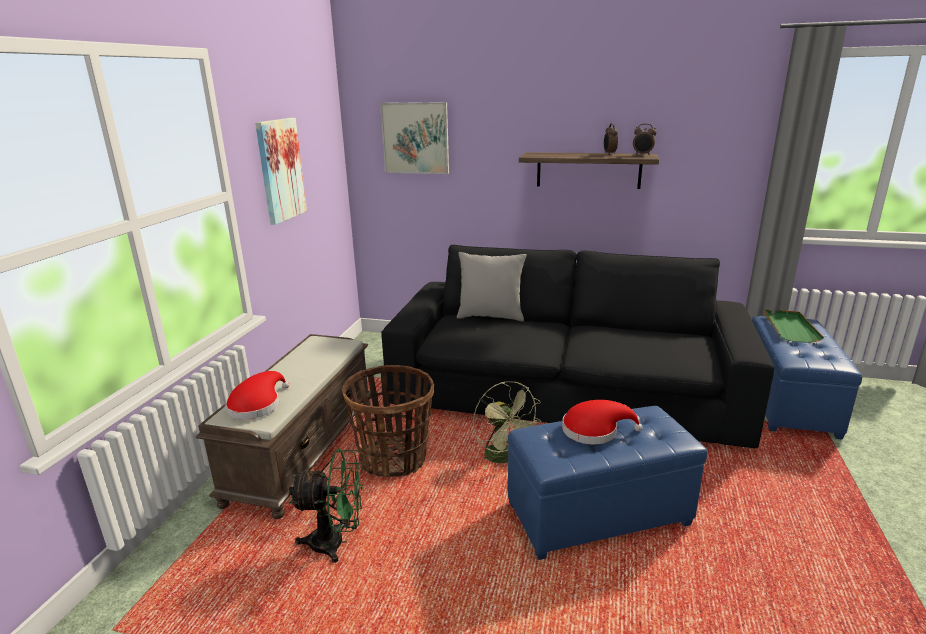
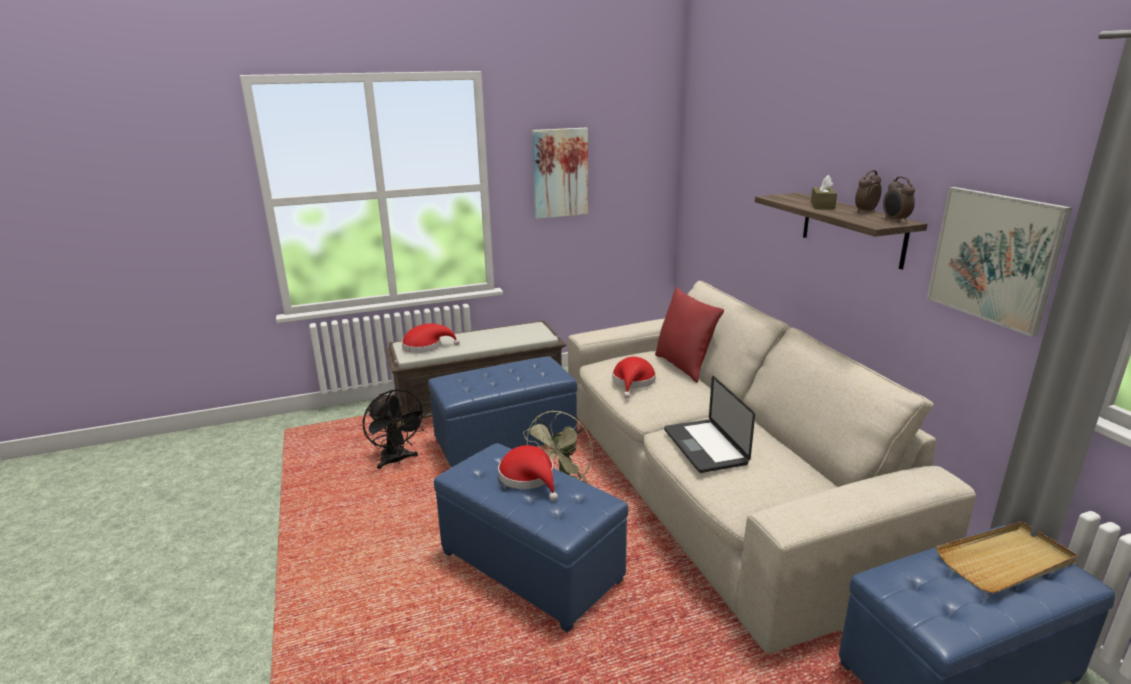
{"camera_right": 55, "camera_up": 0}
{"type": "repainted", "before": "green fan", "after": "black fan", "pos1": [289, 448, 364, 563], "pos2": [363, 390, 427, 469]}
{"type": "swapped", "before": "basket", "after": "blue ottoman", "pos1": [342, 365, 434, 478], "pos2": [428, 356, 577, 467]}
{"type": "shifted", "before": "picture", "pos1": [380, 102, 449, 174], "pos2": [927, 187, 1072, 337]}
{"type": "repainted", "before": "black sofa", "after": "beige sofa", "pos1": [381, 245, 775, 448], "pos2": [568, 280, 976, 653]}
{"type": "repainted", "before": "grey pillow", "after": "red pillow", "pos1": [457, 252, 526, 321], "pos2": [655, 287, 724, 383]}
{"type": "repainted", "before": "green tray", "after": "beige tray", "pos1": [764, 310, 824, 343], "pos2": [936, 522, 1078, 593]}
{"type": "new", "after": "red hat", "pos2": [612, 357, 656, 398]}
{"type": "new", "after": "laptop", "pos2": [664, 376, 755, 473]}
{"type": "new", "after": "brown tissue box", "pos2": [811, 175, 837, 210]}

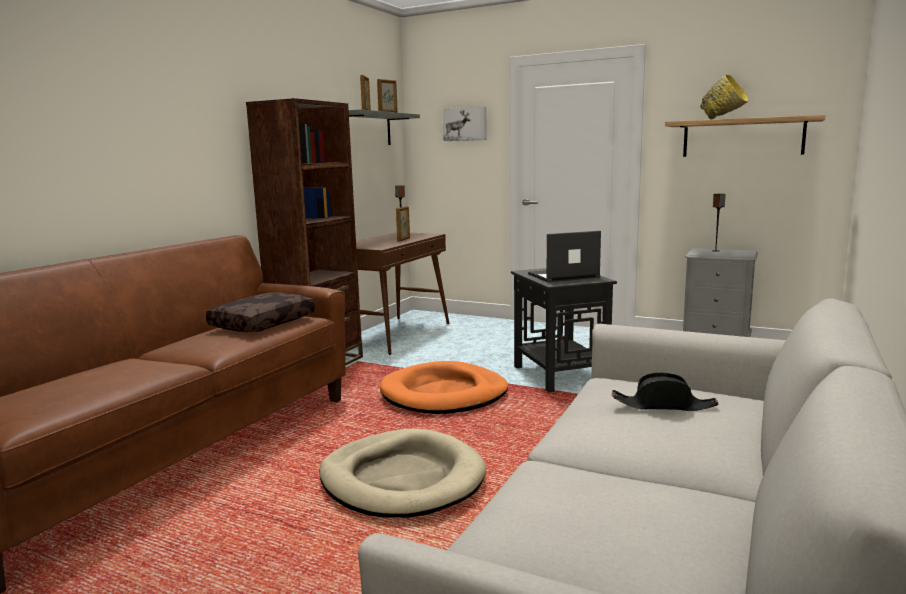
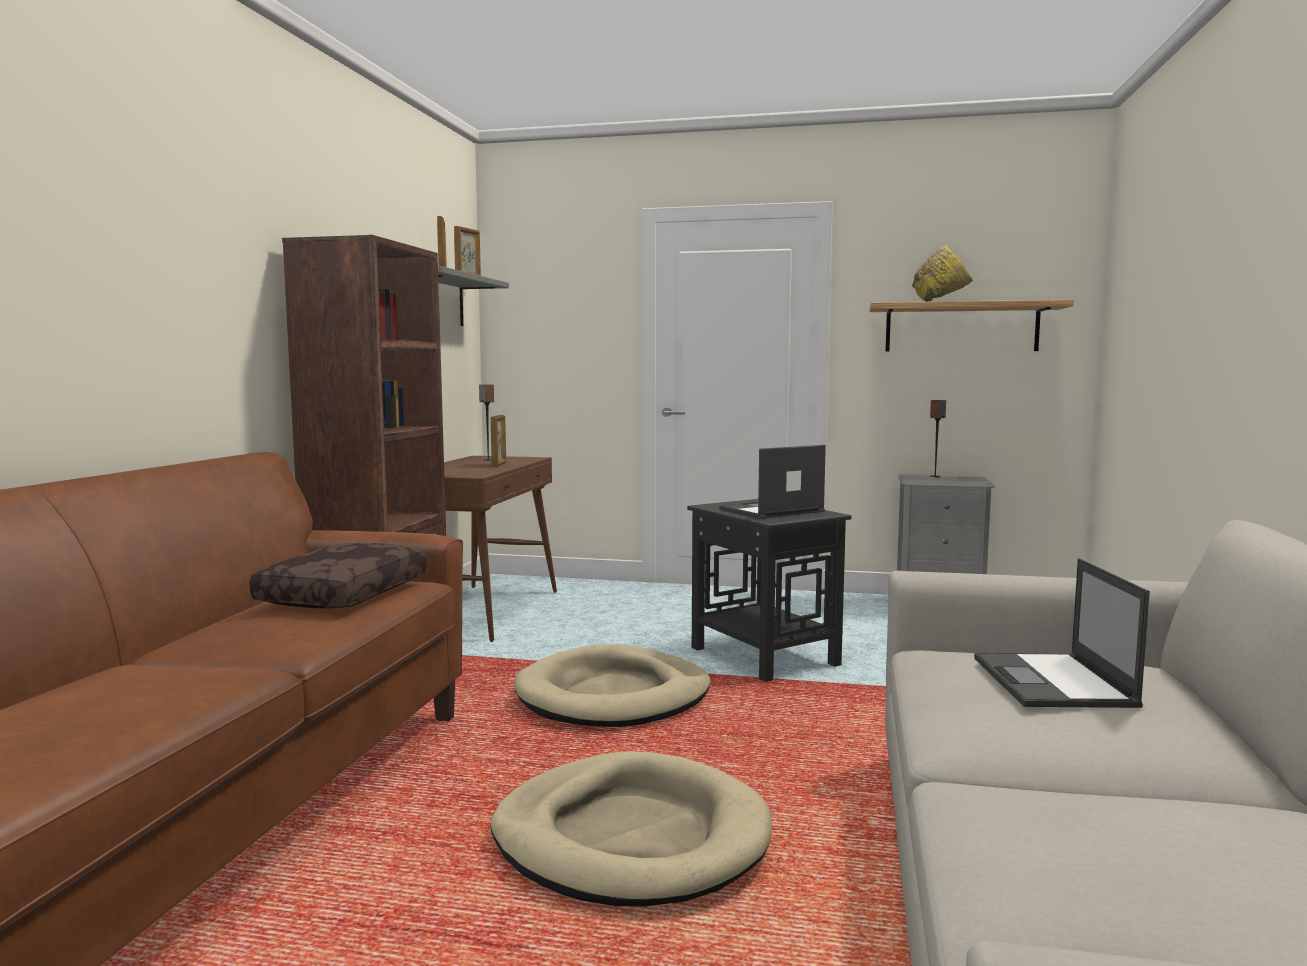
{"camera_right": -15, "camera_up": -5}
{"type": "repainted", "before": "orange dog bed", "after": "beige dog bed", "pos1": [380, 361, 508, 414], "pos2": [514, 644, 711, 727]}
{"type": "gone", "before": "picture", "pos1": [443, 107, 487, 141]}
{"type": "swapped", "before": "black hat", "after": "laptop", "pos1": [612, 373, 719, 411], "pos2": [974, 558, 1150, 708]}

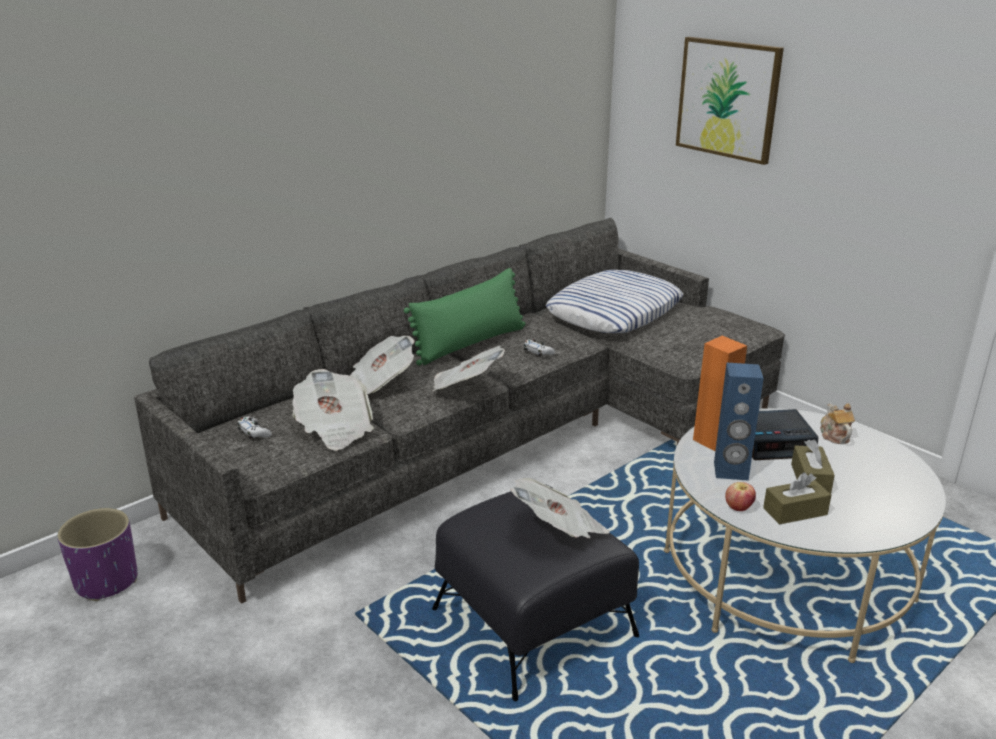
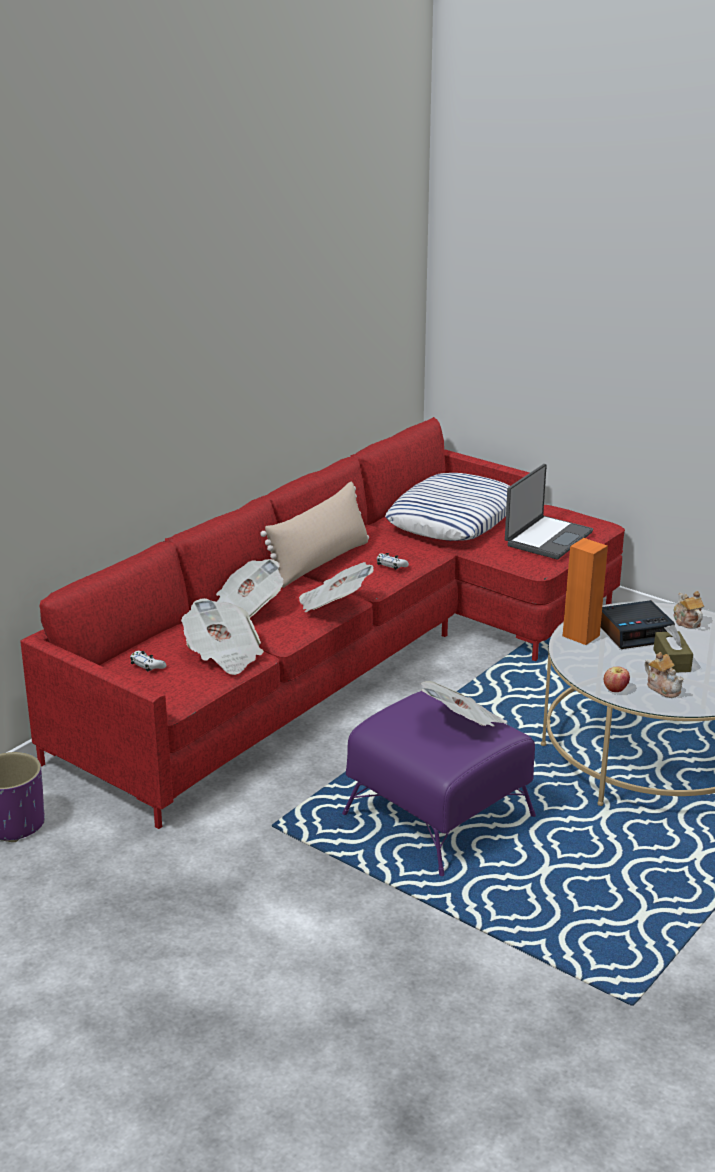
{"camera_right": -10, "camera_up": 0}
{"type": "repainted", "before": "grey sofa", "after": "red sofa", "pos1": [134, 217, 785, 604], "pos2": [20, 417, 625, 829]}
{"type": "repainted", "before": "green pillow", "after": "beige pillow", "pos1": [404, 268, 525, 365], "pos2": [260, 482, 369, 588]}
{"type": "repainted", "before": "black ottoman", "after": "purple ottoman", "pos1": [432, 484, 639, 701], "pos2": [342, 691, 536, 876]}
{"type": "gone", "before": "picture", "pos1": [676, 37, 784, 165]}
{"type": "gone", "before": "blue speaker", "pos1": [714, 363, 764, 481]}
{"type": "swapped", "before": "brown tissue box", "after": "teapot", "pos1": [763, 472, 831, 524], "pos2": [644, 652, 684, 698]}
{"type": "new", "after": "laptop", "pos2": [505, 464, 593, 559]}

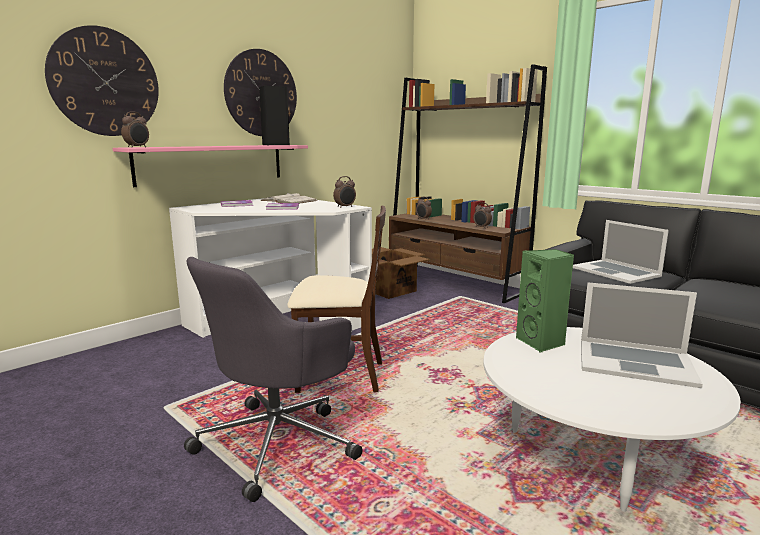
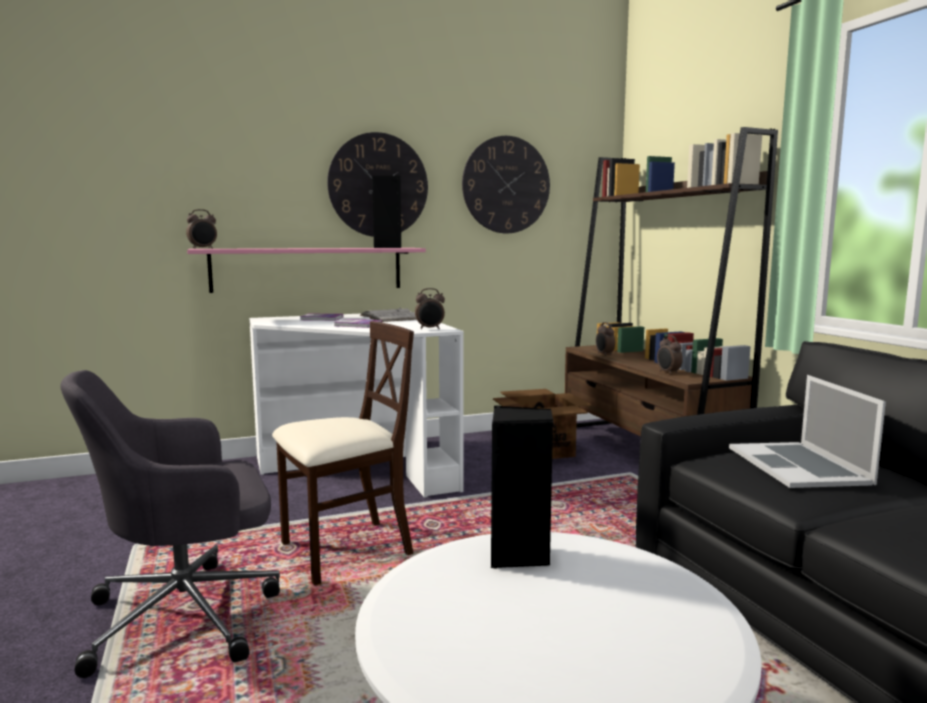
{"camera_right": 25, "camera_up": -5}
{"type": "shifted", "before": "wall clock", "pos1": [45, 25, 159, 136], "pos2": [462, 136, 550, 233]}
{"type": "rotated", "before": "beige chair", "pos1": [288, 205, 386, 393], "pos2": [272, 321, 414, 585], "turn": -60}
{"type": "repainted", "before": "green speaker", "after": "black speaker", "pos1": [516, 249, 574, 352], "pos2": [491, 405, 554, 569]}
{"type": "gone", "before": "laptop", "pos1": [581, 282, 703, 388]}

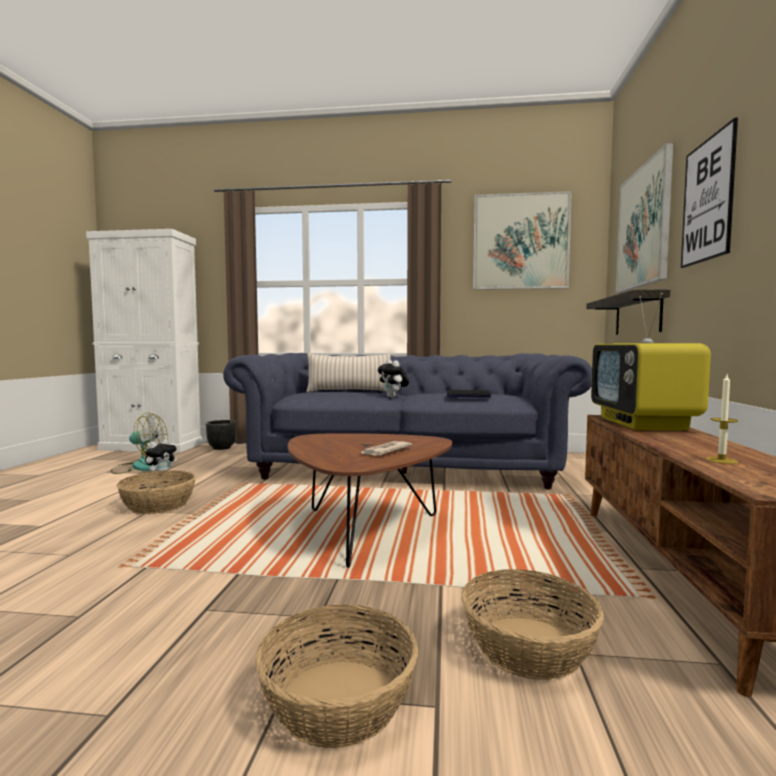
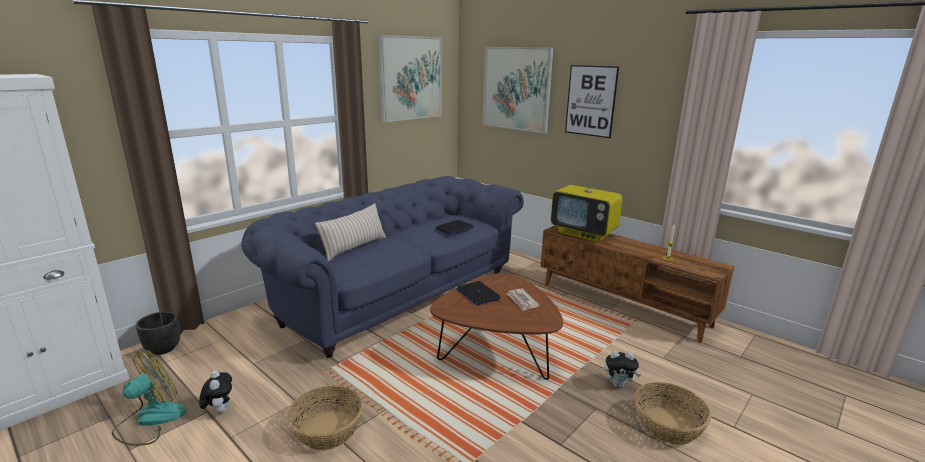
{"camera_right": -55, "camera_up": 15}
{"type": "shifted", "before": "plush toy", "pos1": [378, 360, 409, 398], "pos2": [604, 351, 641, 388]}
{"type": "gone", "before": "basket", "pos1": [461, 569, 604, 680]}
{"type": "gone", "before": "shelf", "pos1": [586, 289, 670, 335]}
{"type": "new", "after": "laptop", "pos2": [456, 281, 501, 306]}

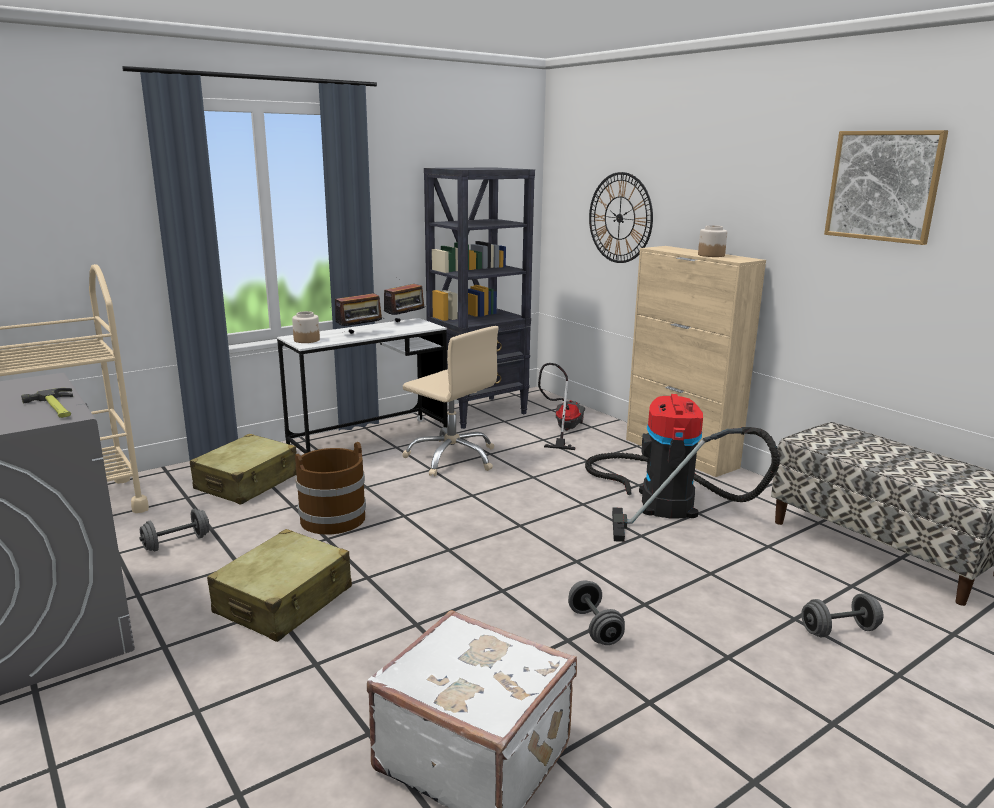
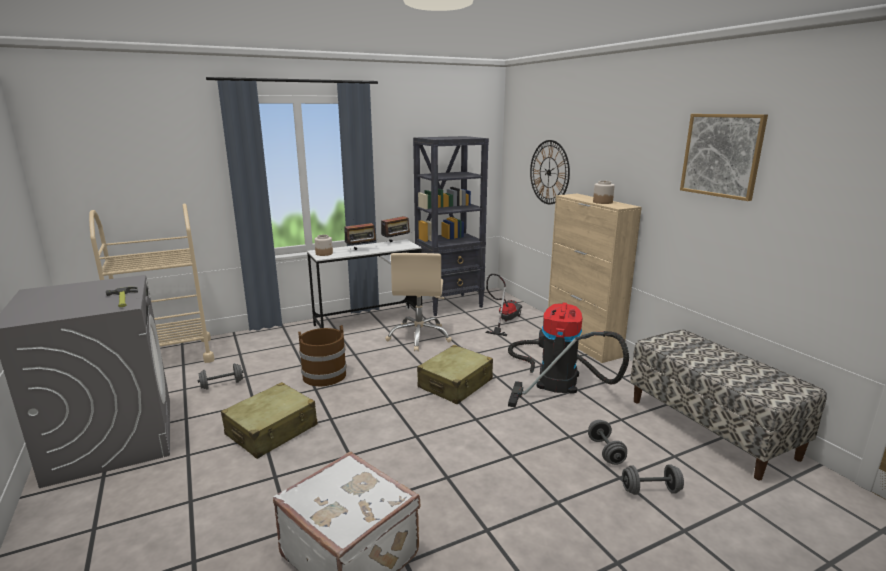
{"camera_right": 10, "camera_up": 0}
{"type": "shifted", "before": "beige suitcase", "pos1": [190, 434, 297, 505], "pos2": [417, 345, 493, 404]}
{"type": "rotated", "before": "beige office chair", "pos1": [402, 326, 499, 476], "pos2": [385, 253, 452, 351], "turn": 45}
{"type": "shifted", "before": "grey dumbbell", "pos1": [568, 580, 625, 645], "pos2": [588, 420, 627, 465]}

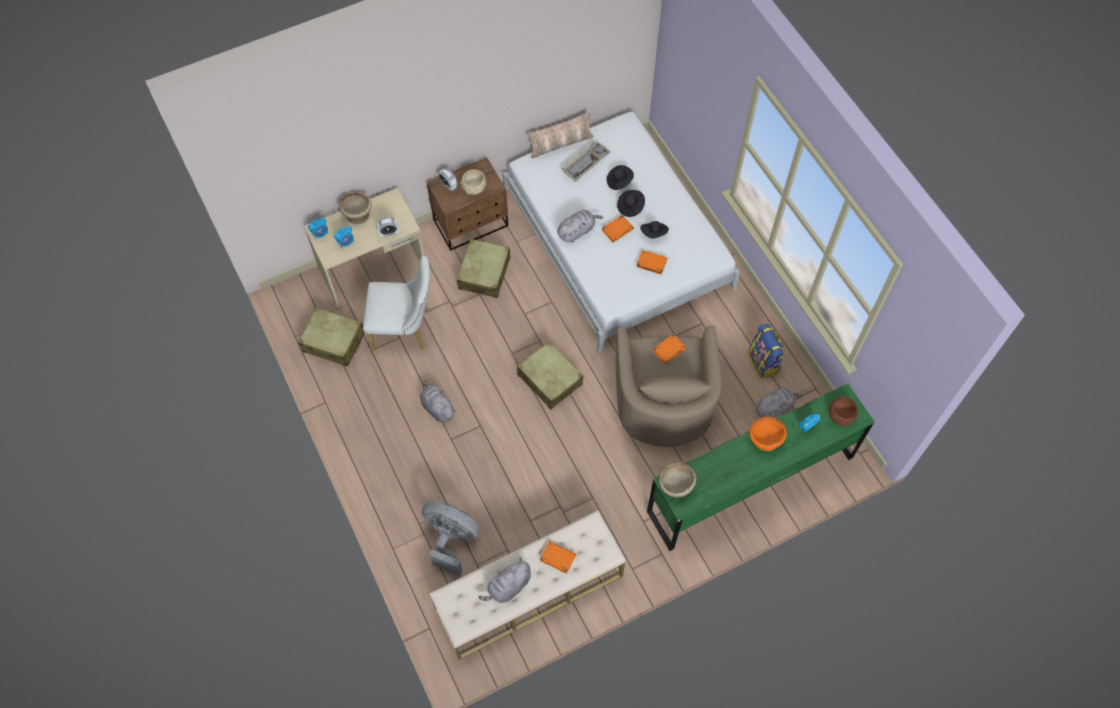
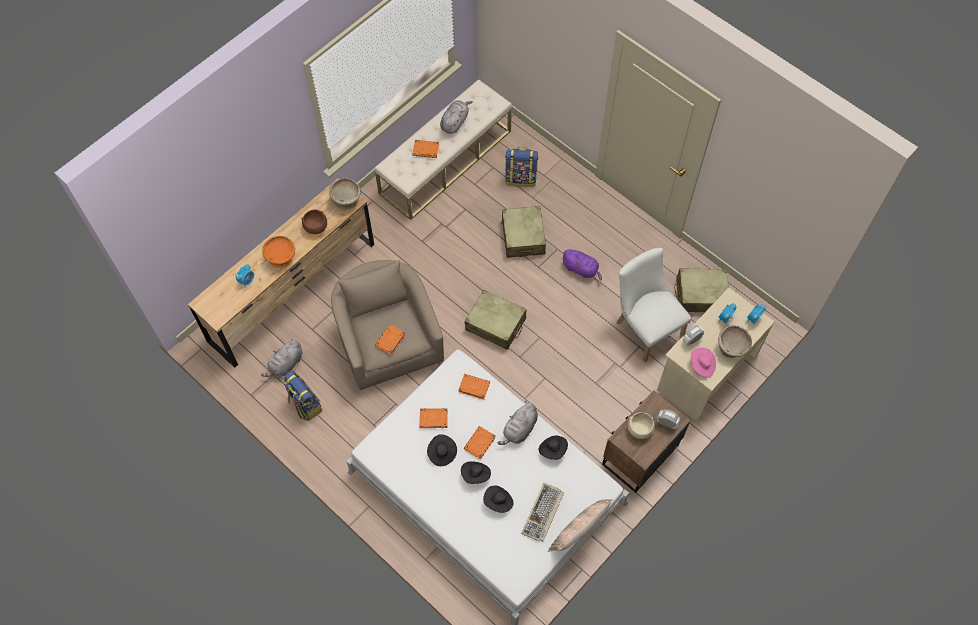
{"camera_right": 160, "camera_up": 0}
{"type": "rotated", "before": "white chair", "pos1": [363, 255, 430, 350], "pos2": [616, 248, 691, 362], "turn": 75}
{"type": "repainted", "before": "grey plush toy", "after": "purple plush toy", "pos1": [420, 380, 456, 423], "pos2": [562, 249, 602, 280]}
{"type": "swapped", "before": "grey fan", "after": "backpack", "pos1": [421, 501, 480, 576], "pos2": [505, 147, 538, 187]}
{"type": "shifted", "before": "beige suitcase", "pos1": [457, 239, 510, 298], "pos2": [501, 206, 546, 258]}
{"type": "repainted", "before": "green dresser", "after": "brown dresser", "pos1": [647, 383, 875, 551], "pos2": [188, 178, 374, 368]}
{"type": "shifted", "before": "brown bowl", "pos1": [829, 397, 858, 426], "pos2": [302, 210, 327, 234]}
{"type": "new", "after": "orange book", "pos2": [459, 374, 490, 400]}
{"type": "new", "after": "black hat", "pos2": [539, 436, 568, 460]}
{"type": "new", "after": "pink hat", "pos2": [691, 348, 716, 378]}

